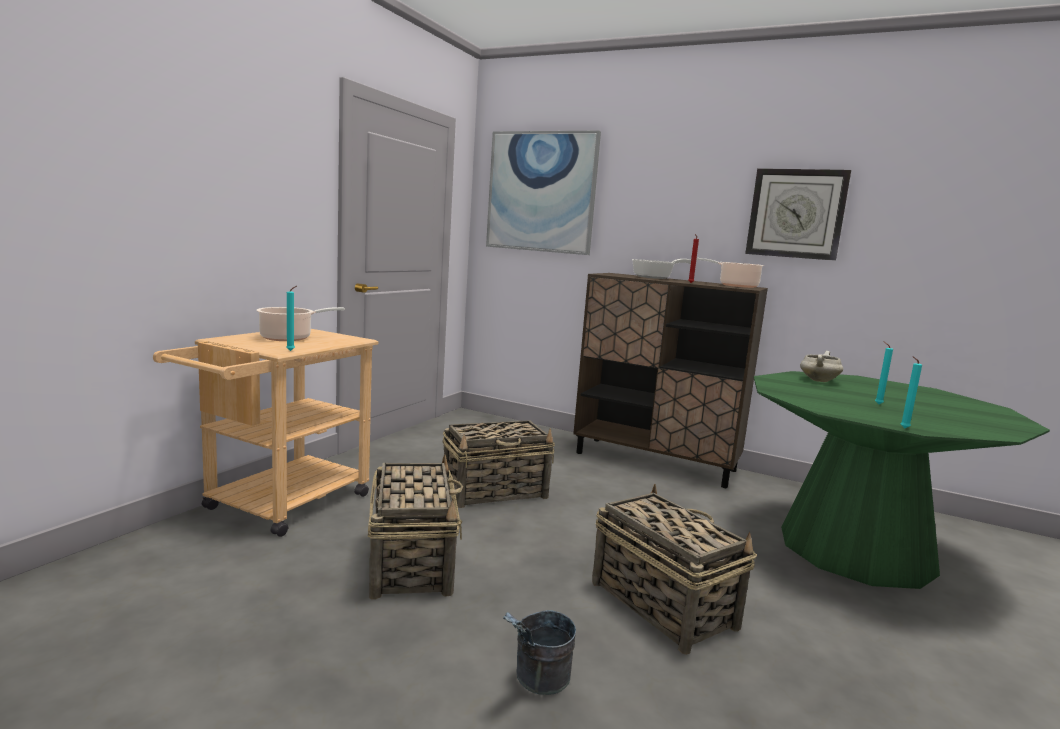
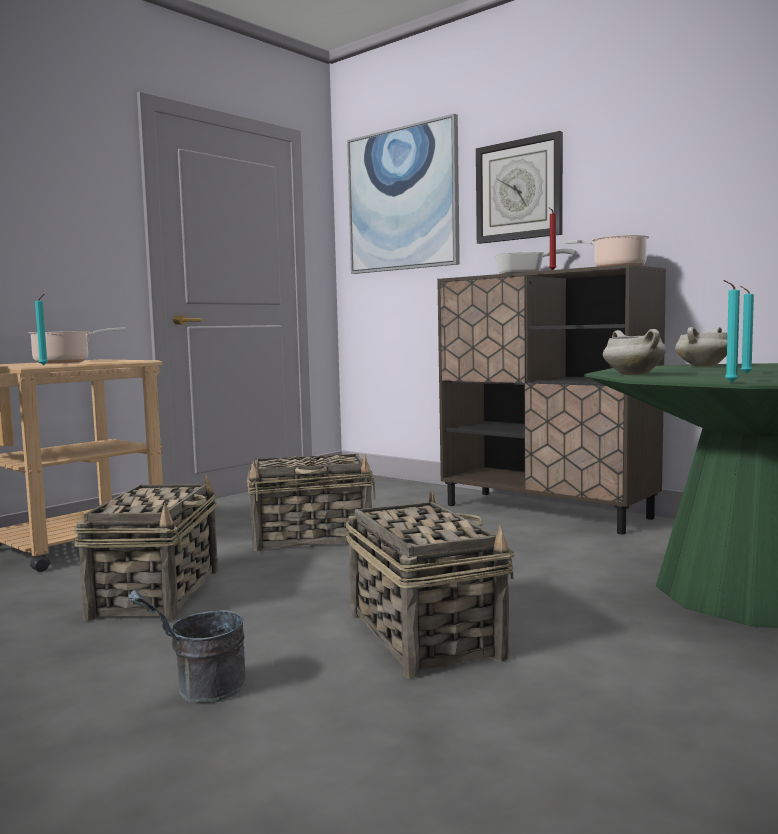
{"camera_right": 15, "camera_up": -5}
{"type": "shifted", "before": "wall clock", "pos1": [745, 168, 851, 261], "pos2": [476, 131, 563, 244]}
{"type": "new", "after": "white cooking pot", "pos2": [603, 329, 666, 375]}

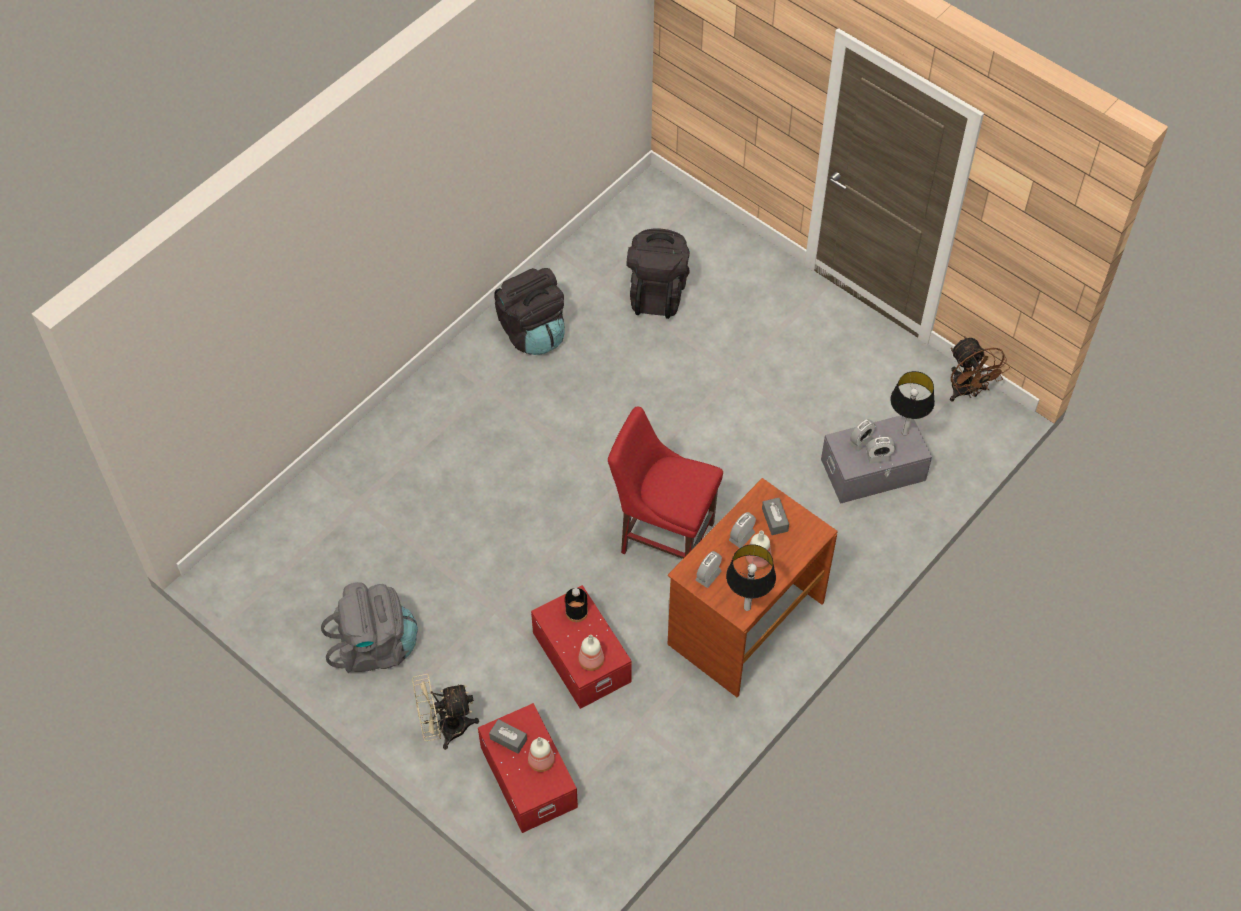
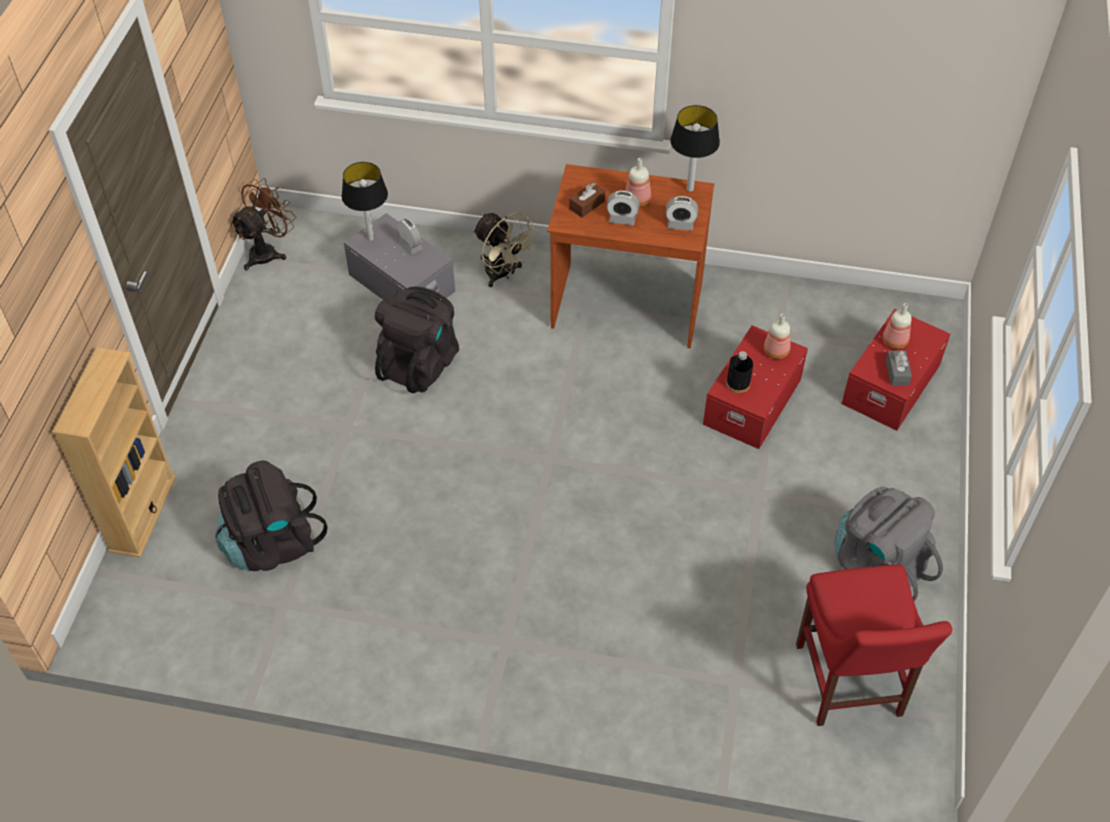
{"camera_right": -120, "camera_up": -5}
{"type": "shifted", "before": "beige fan", "pos1": [412, 674, 479, 750], "pos2": [473, 213, 538, 288]}
{"type": "shifted", "before": "black backpack", "pos1": [494, 268, 565, 355], "pos2": [375, 286, 459, 393]}
{"type": "shifted", "before": "red chair", "pos1": [608, 406, 723, 559], "pos2": [796, 564, 952, 726]}
{"type": "repainted", "before": "grey tissue box", "after": "brown tissue box", "pos1": [762, 498, 789, 535], "pos2": [569, 182, 605, 218]}
{"type": "gone", "before": "alarm clock", "pos1": [849, 419, 875, 451]}
{"type": "new", "after": "beige bookcase", "pos2": [52, 347, 176, 558]}

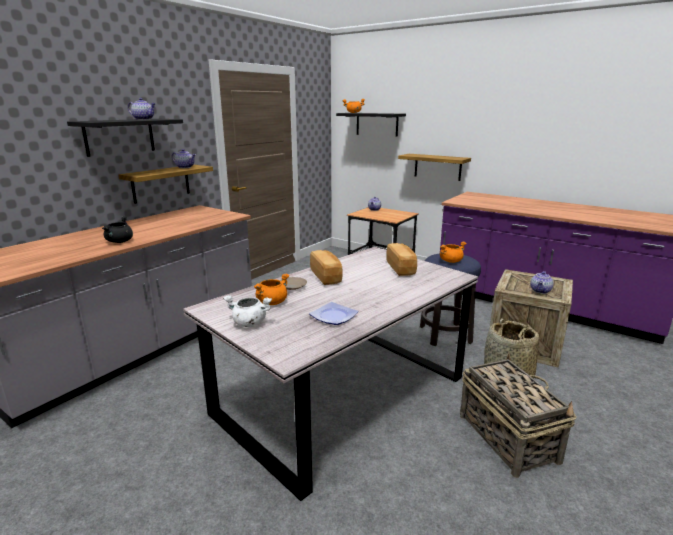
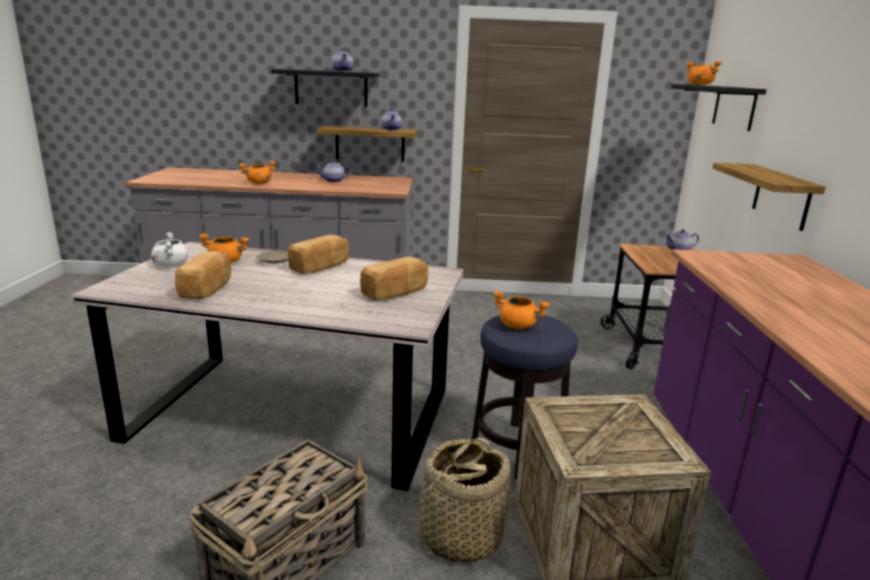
{"camera_right": 55, "camera_up": 0}
{"type": "repainted", "before": "black cooking pot", "after": "orange cooking pot", "pos1": [102, 216, 133, 243], "pos2": [238, 161, 276, 184]}
{"type": "swapped", "before": "plate", "after": "bread", "pos1": [309, 302, 359, 325], "pos2": [175, 251, 231, 299]}
{"type": "shifted", "before": "teapot", "pos1": [530, 271, 554, 294], "pos2": [315, 160, 351, 183]}

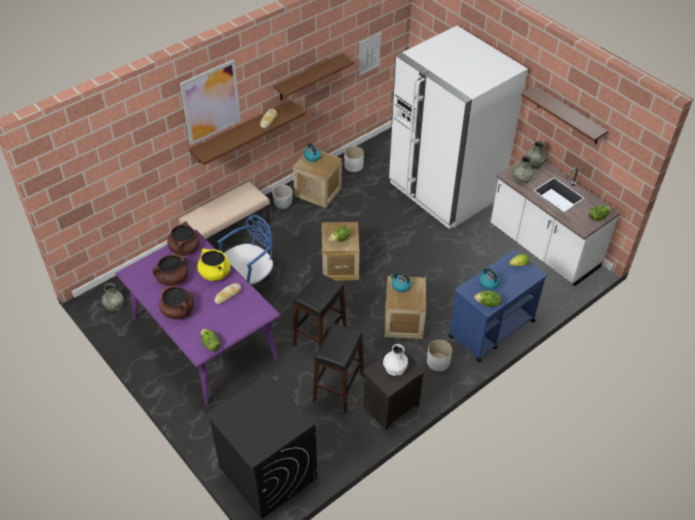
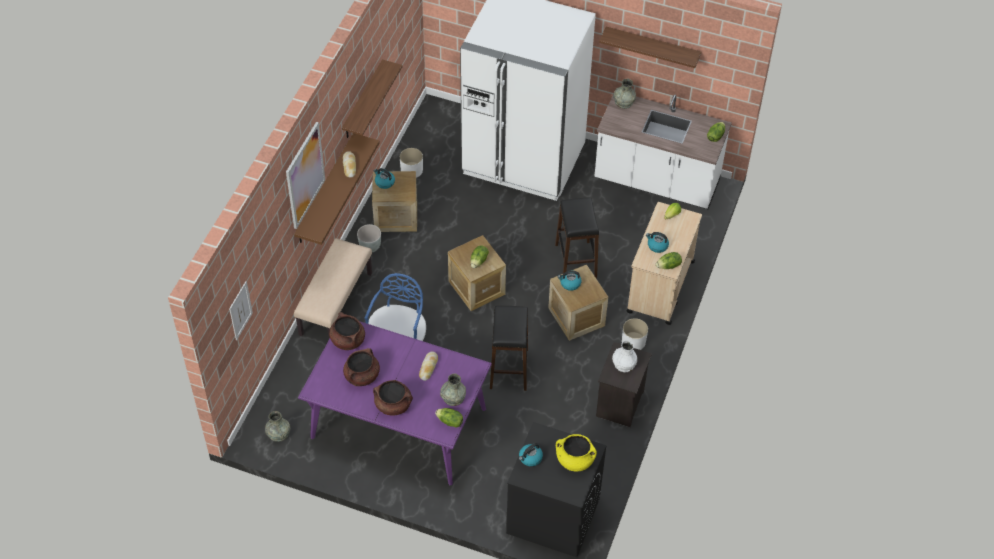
{"camera_right": -30, "camera_up": 5}
{"type": "shifted", "before": "yellow cooking pot", "pos1": [197, 249, 231, 281], "pos2": [556, 434, 597, 471]}
{"type": "shifted", "before": "black stool", "pos1": [313, 324, 364, 413], "pos2": [555, 198, 599, 278]}
{"type": "shifted", "before": "picture", "pos1": [359, 33, 381, 76], "pos2": [229, 281, 253, 340]}
{"type": "repainted", "before": "blue cart", "after": "beige cart", "pos1": [449, 250, 547, 362], "pos2": [627, 202, 702, 325]}
{"type": "shifted", "before": "grey vase", "pos1": [512, 156, 534, 185], "pos2": [440, 374, 466, 406]}
{"type": "new", "after": "kettle", "pos2": [519, 443, 543, 466]}

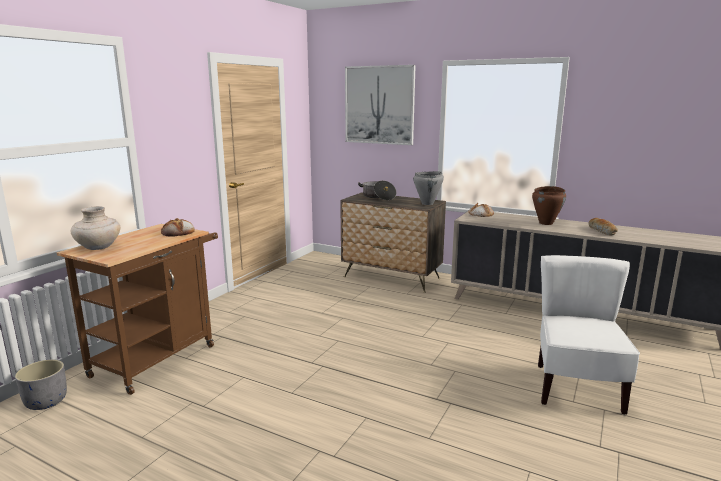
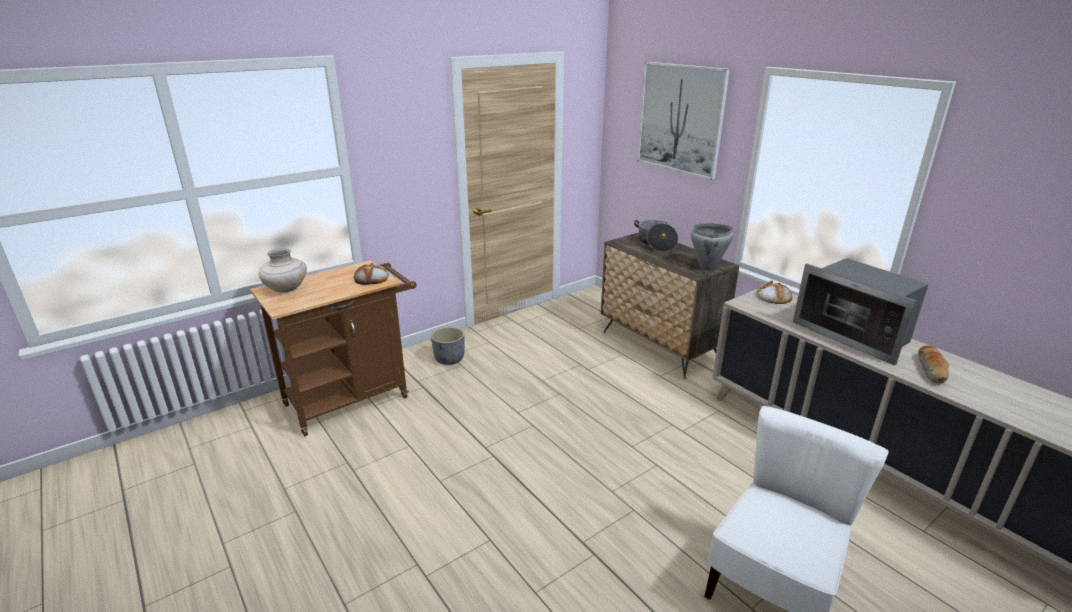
{"camera_right": 25, "camera_up": 10}
{"type": "shifted", "before": "grey planter", "pos1": [15, 360, 67, 410], "pos2": [431, 327, 465, 365]}
{"type": "swapped", "before": "brown cooking pot", "after": "microwave", "pos1": [532, 186, 566, 225], "pos2": [793, 258, 929, 366]}

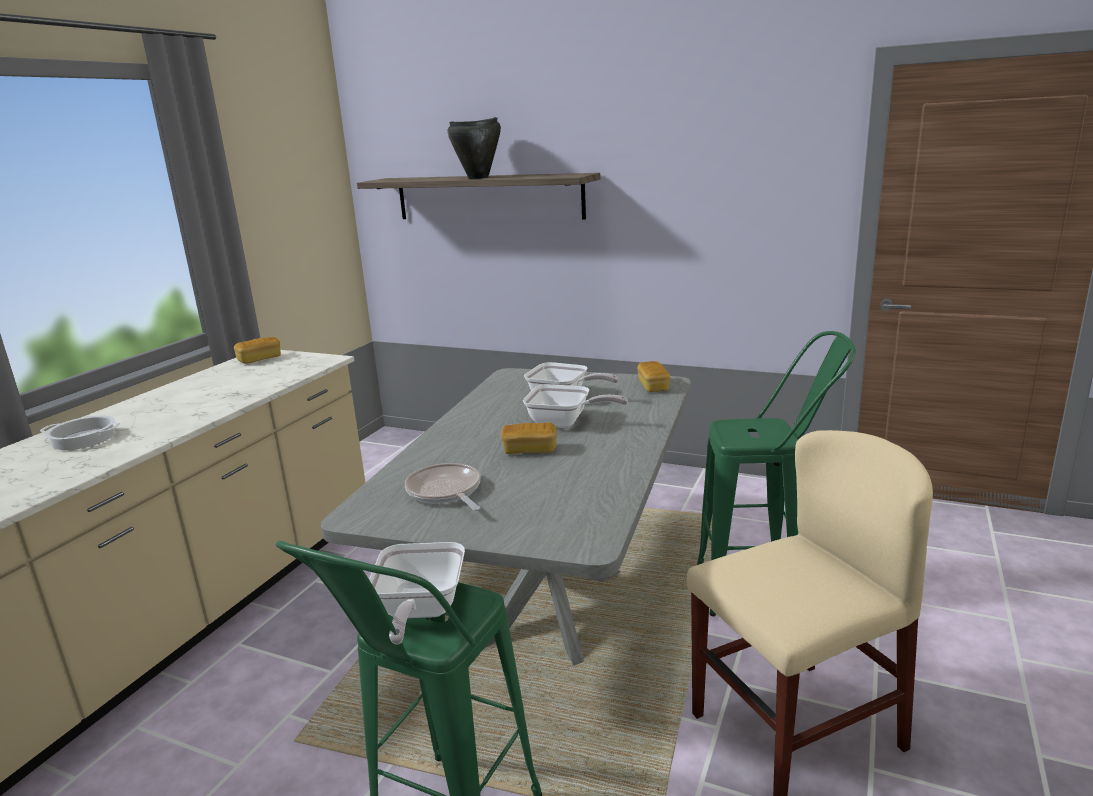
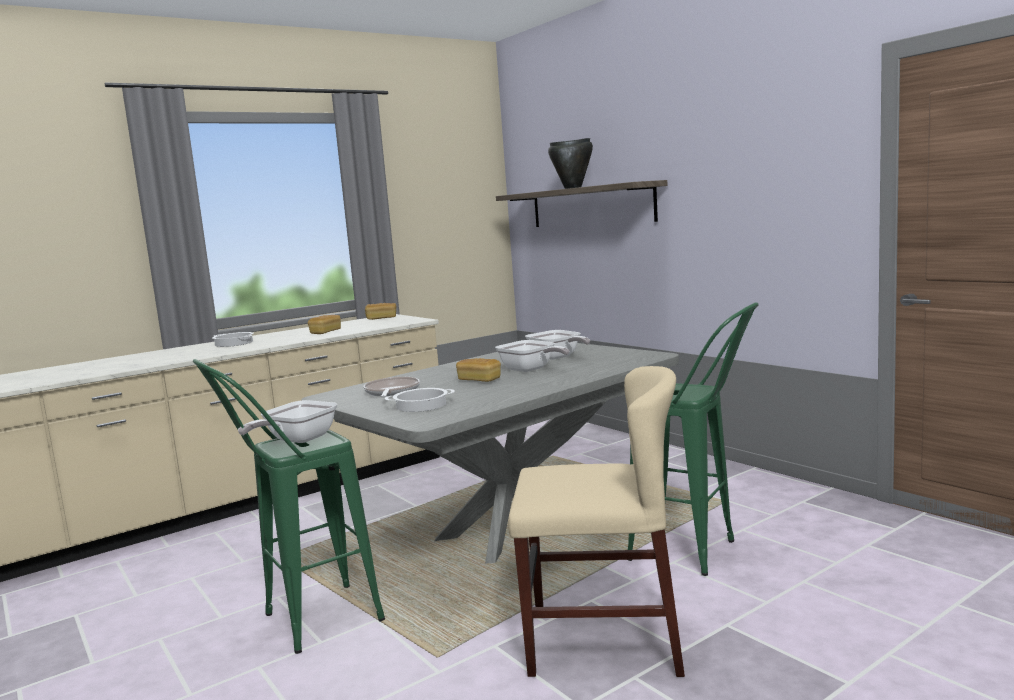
{"camera_right": 30, "camera_up": -10}
{"type": "shifted", "before": "bread", "pos1": [637, 361, 670, 392], "pos2": [308, 315, 341, 334]}
{"type": "new", "after": "cooking pot", "pos2": [385, 388, 455, 412]}

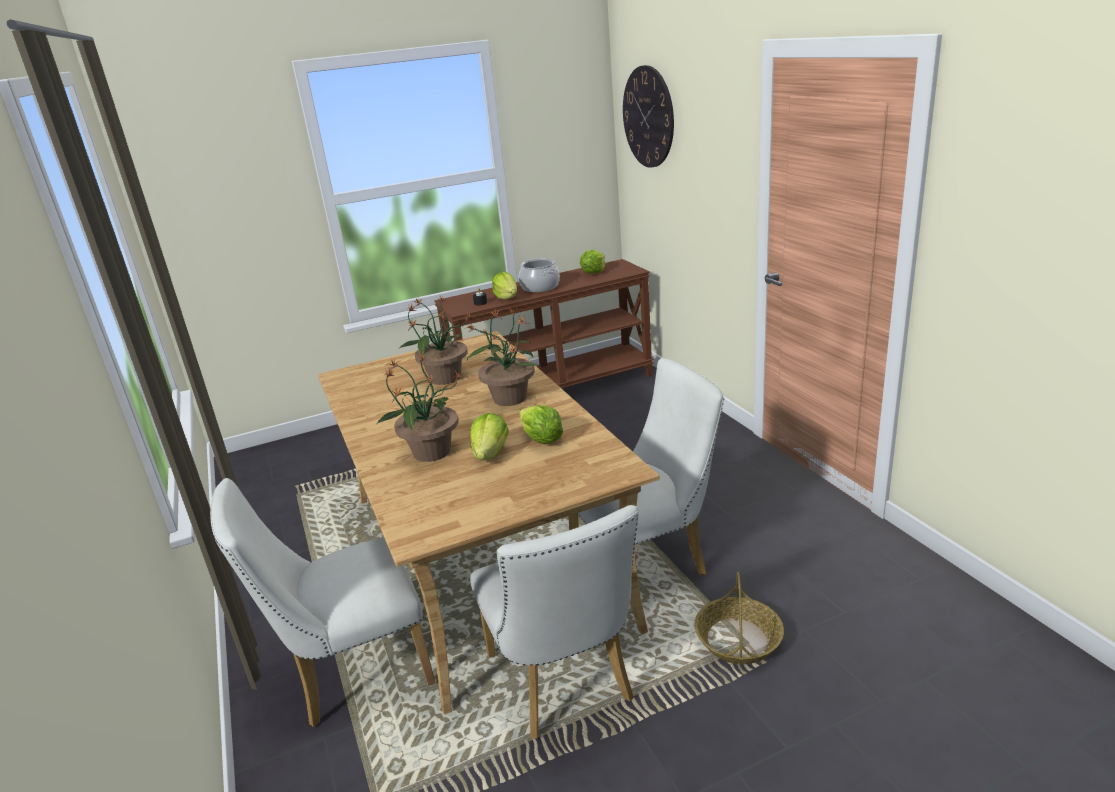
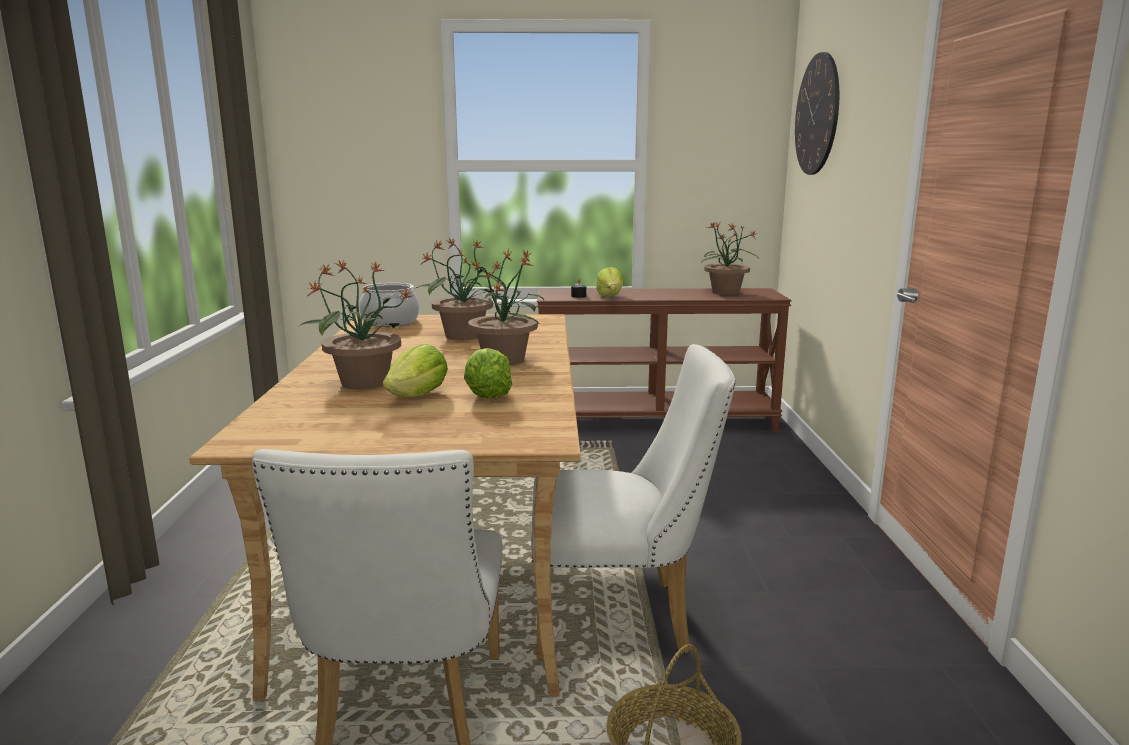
{"camera_right": 20, "camera_up": -10}
{"type": "gone", "before": "white chair", "pos1": [210, 478, 435, 727]}
{"type": "shifted", "before": "cooking pot", "pos1": [519, 258, 560, 292], "pos2": [359, 283, 419, 327]}
{"type": "swapped", "before": "lettuce", "after": "potted plant", "pos1": [580, 250, 605, 274], "pos2": [701, 222, 759, 295]}

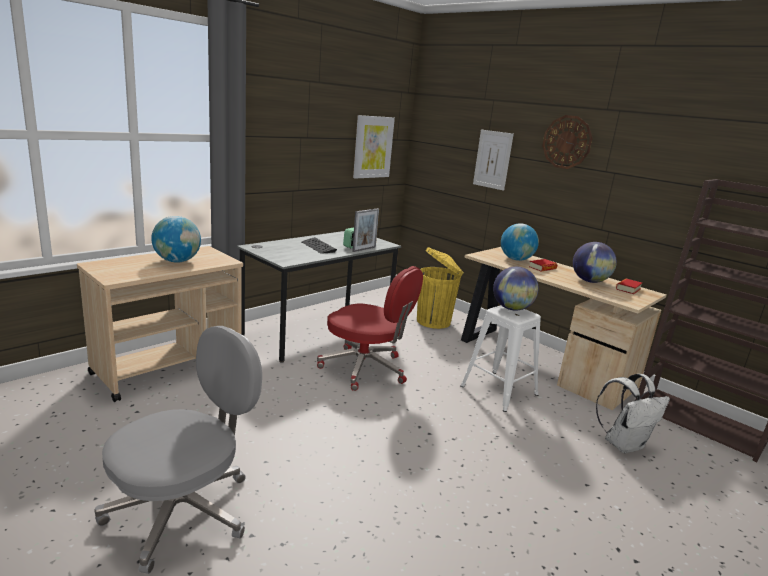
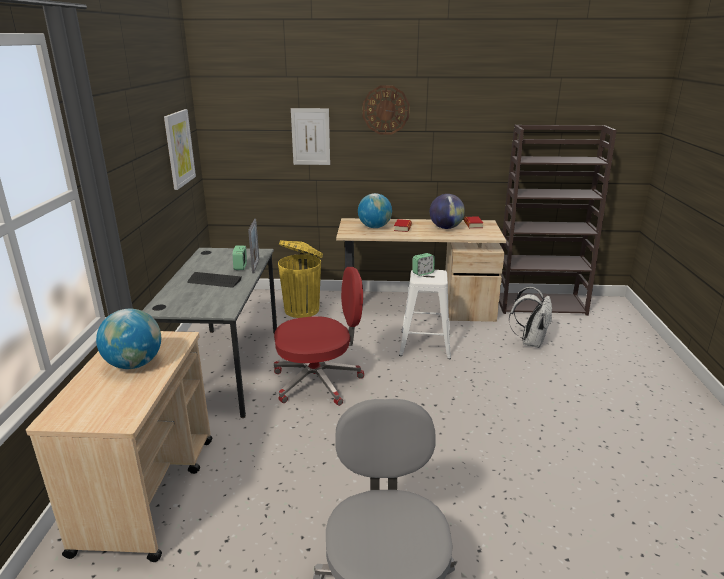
{"camera_right": -40, "camera_up": 5}
{"type": "swapped", "before": "globe", "after": "alarm clock", "pos1": [493, 267, 539, 311], "pos2": [412, 253, 435, 276]}

